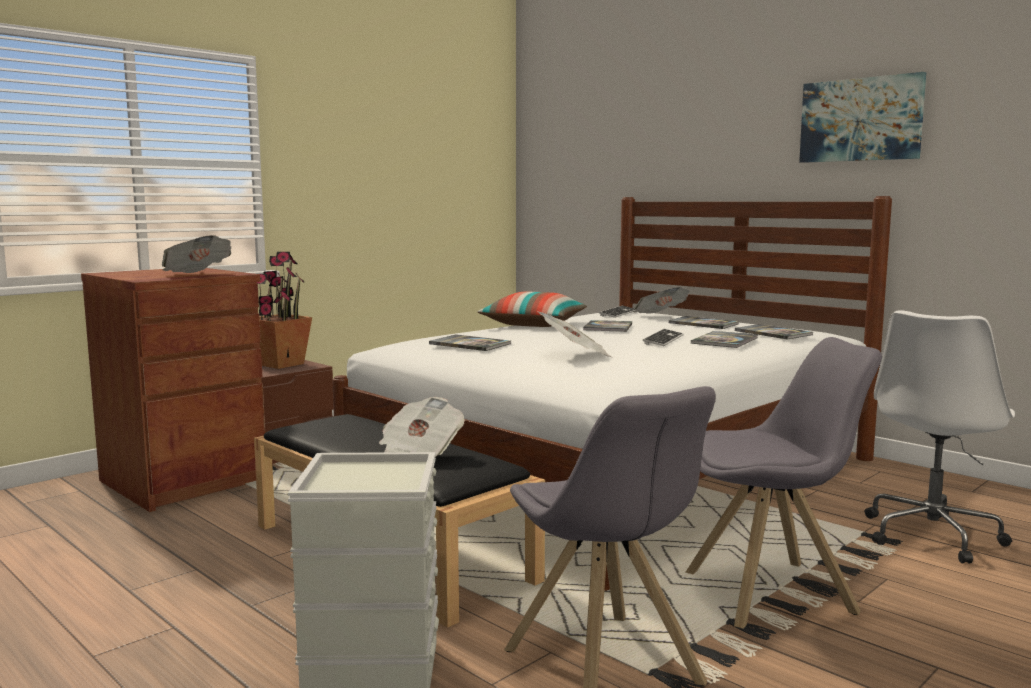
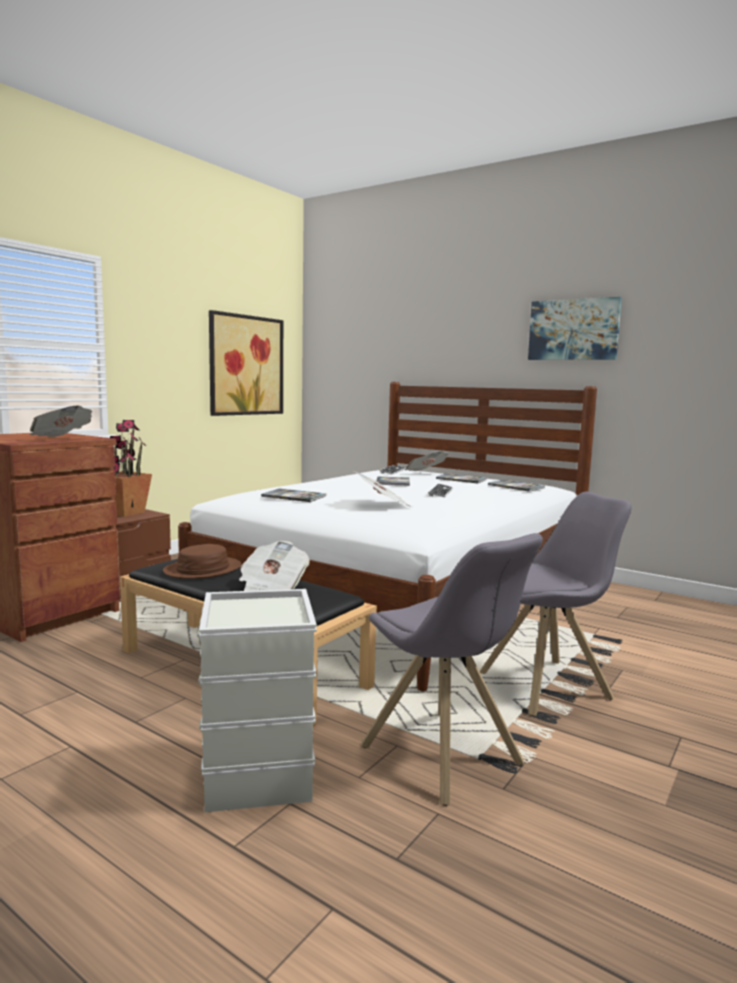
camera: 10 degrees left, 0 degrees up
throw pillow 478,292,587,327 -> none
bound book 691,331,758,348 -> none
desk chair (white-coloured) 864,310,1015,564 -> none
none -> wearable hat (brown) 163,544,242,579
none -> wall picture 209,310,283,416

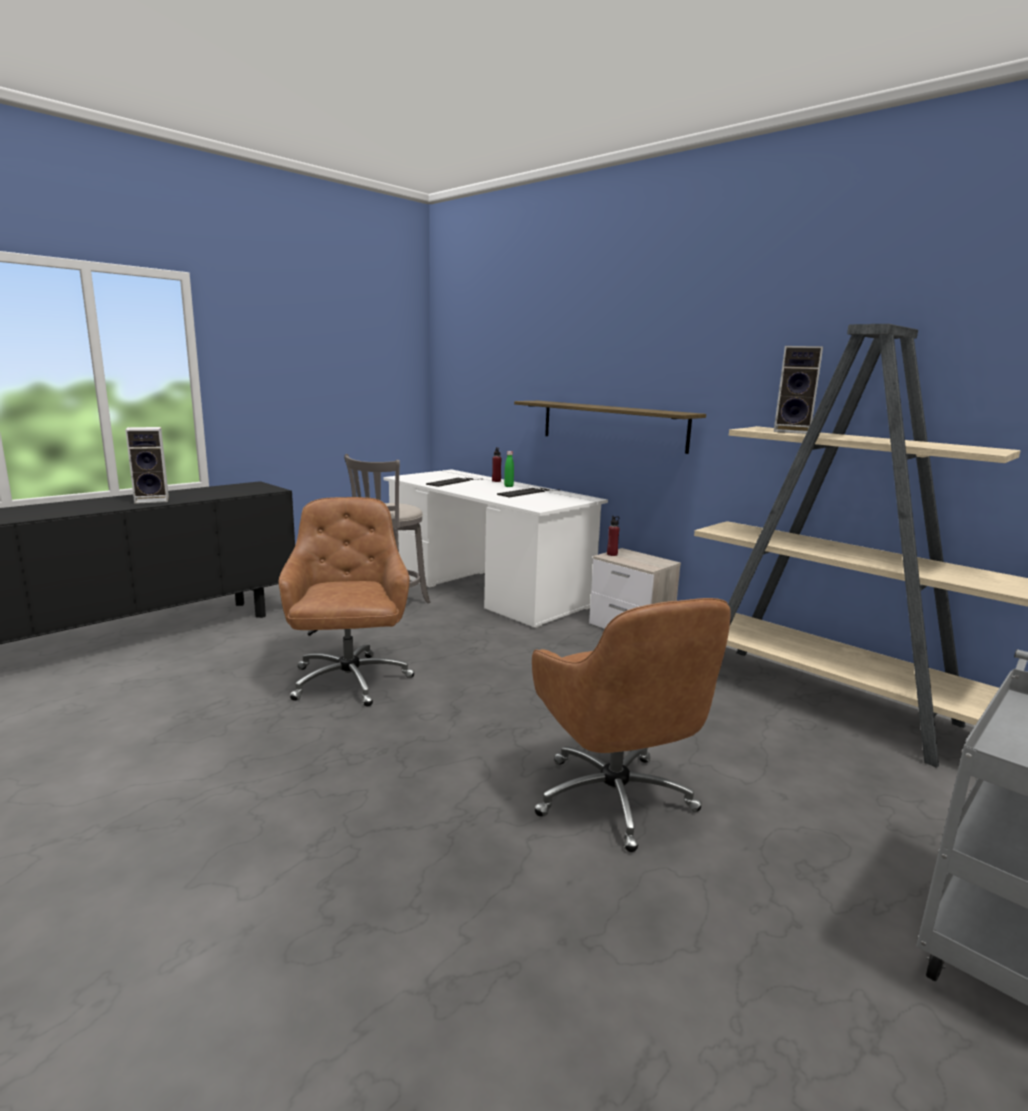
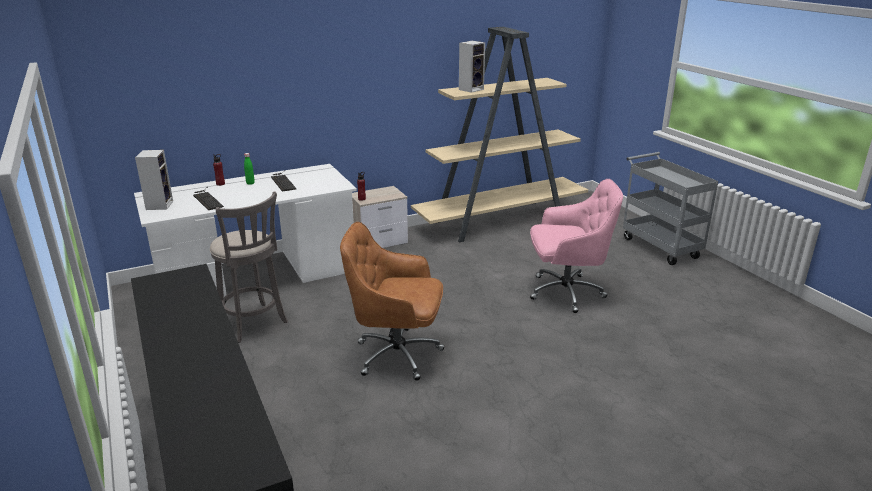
camera: 70 degrees left, 10 degrees up
bracket shelf 514,401,706,454 -> none
audio speaker 125,427,169,504 -> audio speaker 135,150,173,210, relocated
desk chair (brown) 532,598,731,852 -> desk chair (pink) 530,179,623,313

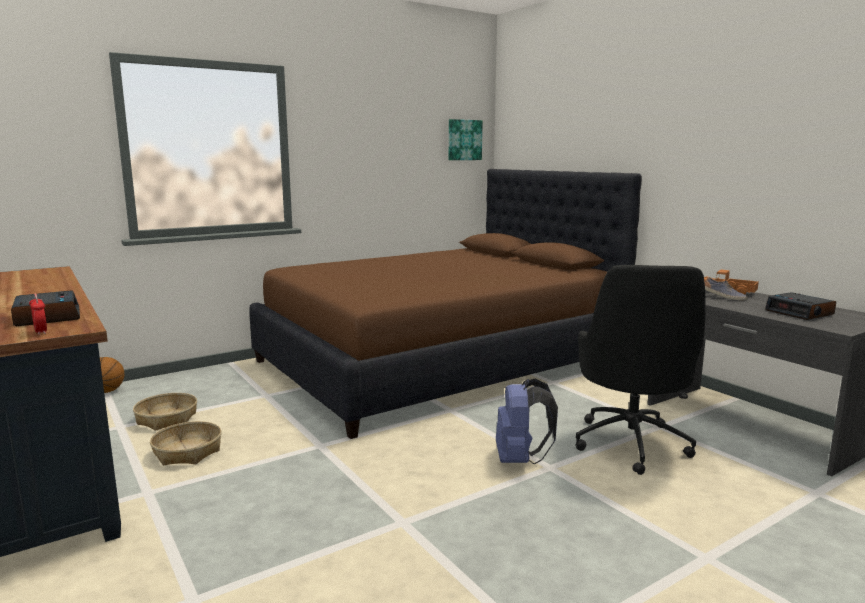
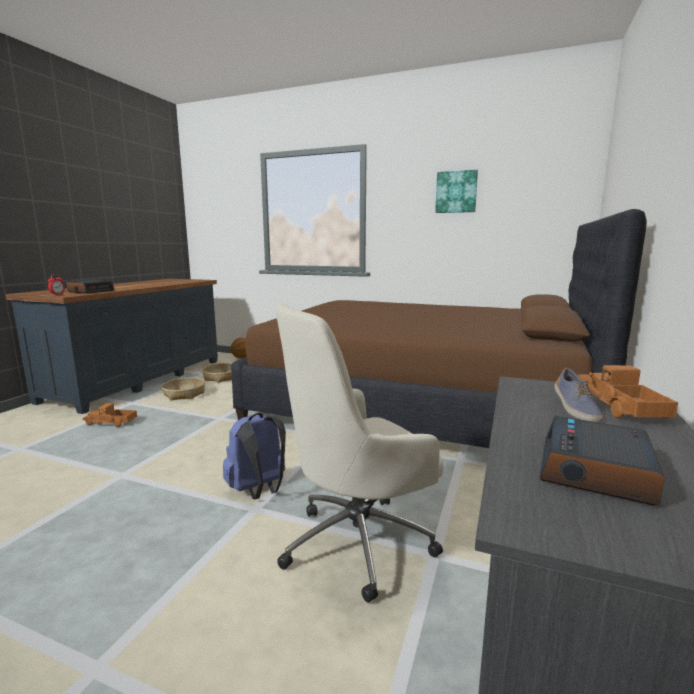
camera: 55 degrees right, 0 degrees up
none -> toy lorry 83,403,137,427
wall picture 449,119,483,160 -> wall picture 435,170,478,213, relocated
desk chair (blackish) 576,265,706,475 -> desk chair (beige) 275,304,444,603

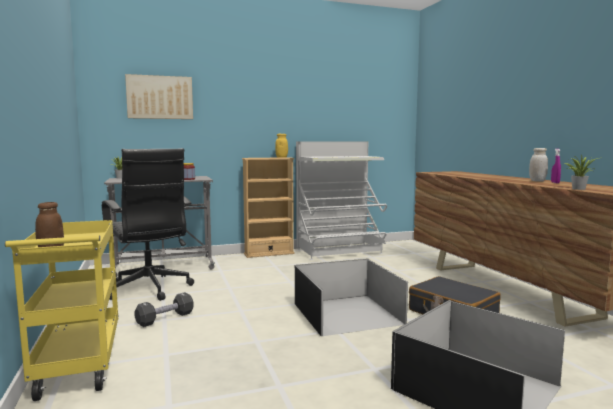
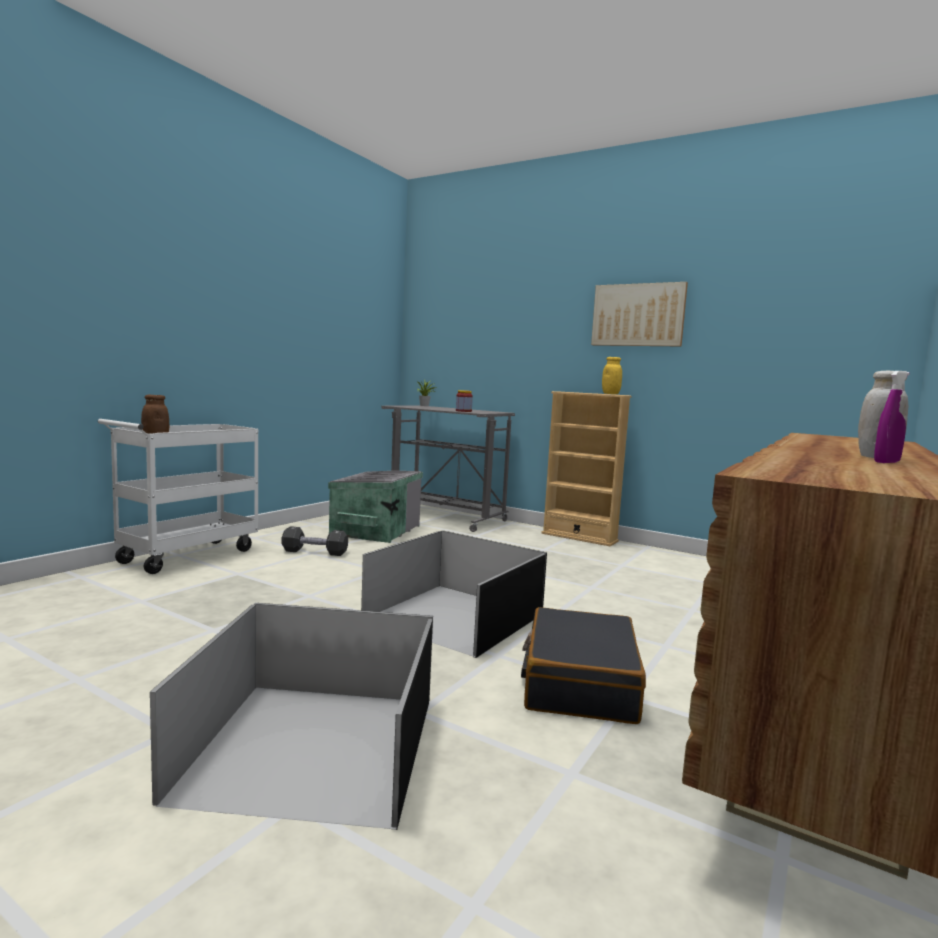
camera: 50 degrees right, 0 degrees up
shoe shelf (white-coloured) 296,142,387,260 -> none
houseplant 565,155,598,190 -> none
wall picture 125,74,193,119 -> wall picture 591,282,688,347, relocated
desk chair (blackish) 102,148,194,301 -> storage bin (greyish) 328,471,423,543
wheeled cart (yellow) 5,220,119,401 -> wheeled cart (white-coloured) 98,419,258,574

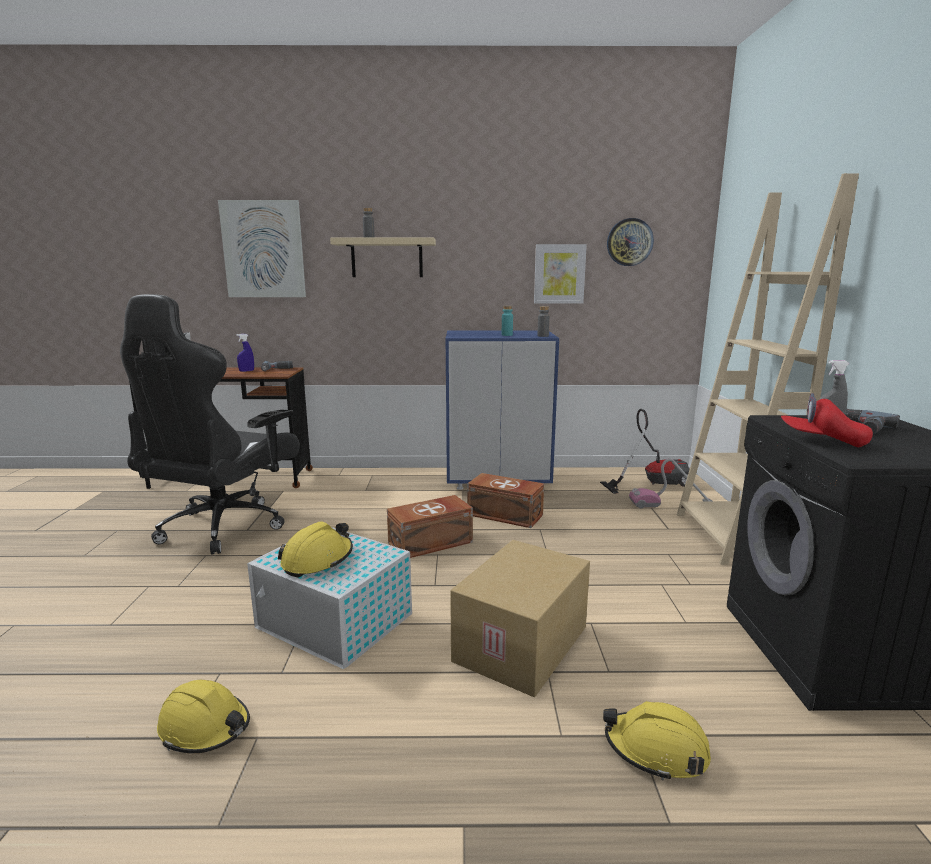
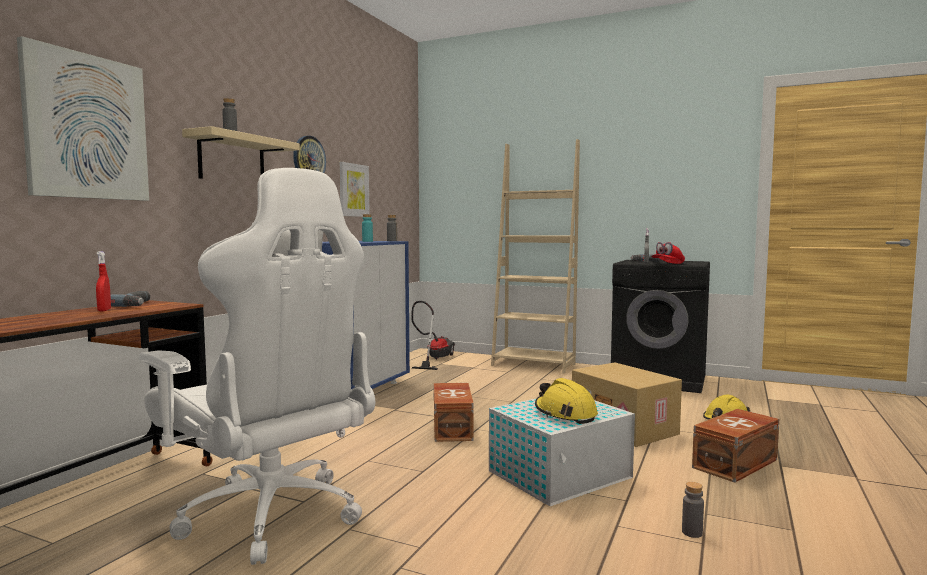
camera: 65 degrees left, 10 degrees down
vacuum 629,458,712,509 -> none
storage bin (brown) 467,473,544,528 -> storage bin (brown) 692,409,779,483, relocated
wall clock 607,218,654,266 -> wall clock 293,136,326,173, relocated
work helmet (yellow) 157,680,250,753 -> drink bottle (greyish) 682,482,704,538
desk chair (blackish) 120,294,300,554 -> desk chair (white-coloured) 139,168,375,565
sprayer (blue-coloured) 237,334,254,372 -> sprayer (red-coloured) 96,251,111,312

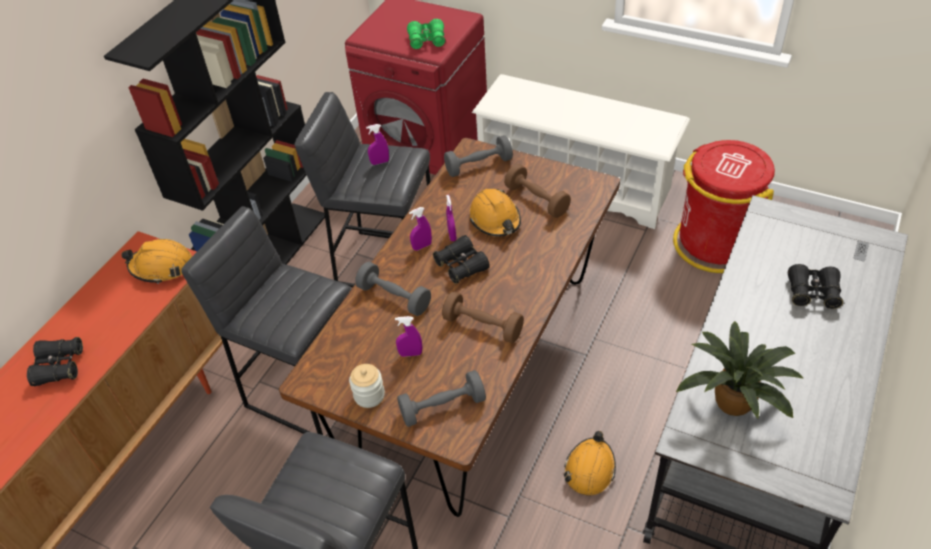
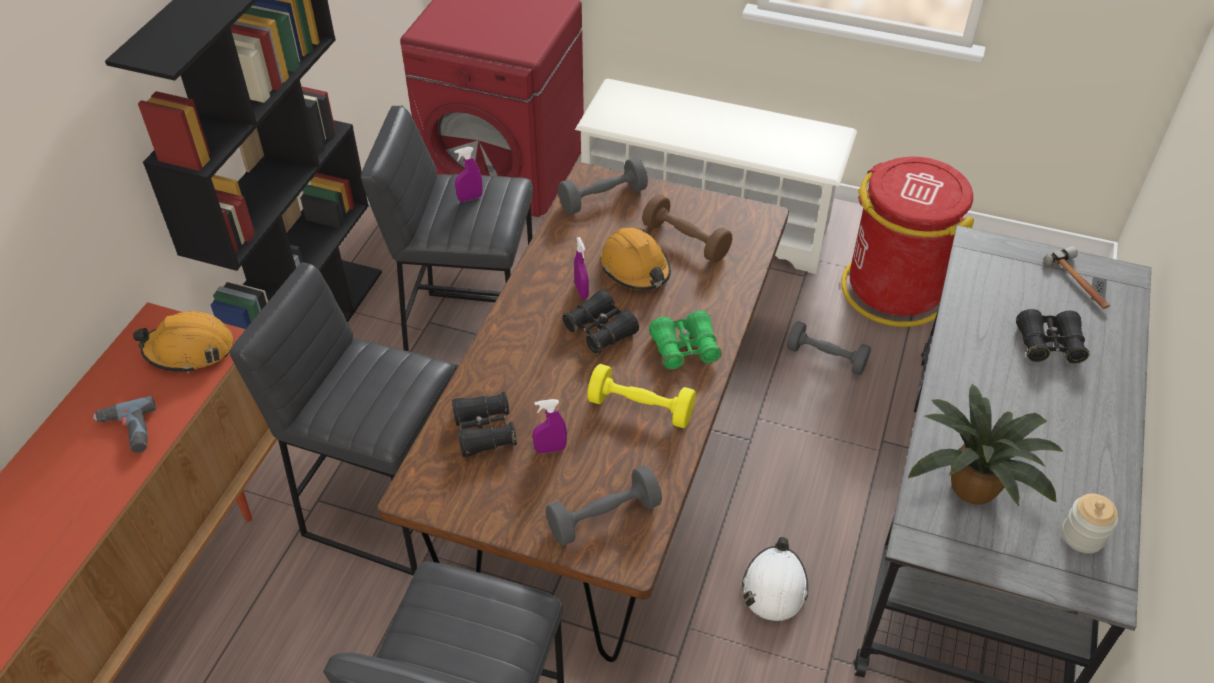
camera: 10 degrees left, 0 degrees up
sprayer (purple) 409,207,432,250 -> none
none -> electric drill 93,396,156,453
none -> hammer 1043,247,1110,309
binoculars (blackish) 27,337,83,386 -> binoculars (blackish) 452,391,517,457, relocated
storage jar 349,364,385,408 -> storage jar 1062,493,1118,553, relocated
dumbbell (greyish) 355,261,431,316 -> dumbbell (greyish) 787,321,871,375, relocated
binoculars (greenish) 407,19,445,49 -> binoculars (greenish) 649,311,722,370, relocated
dumbbell (brown) 442,291,524,343 -> dumbbell (yellow) 587,364,696,428
work helmet (orangey) 564,431,616,496 -> work helmet (white-coloured) 742,537,808,621

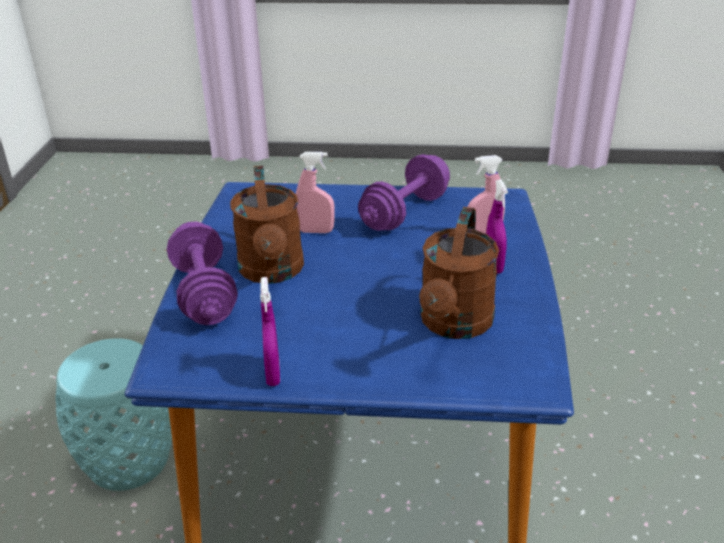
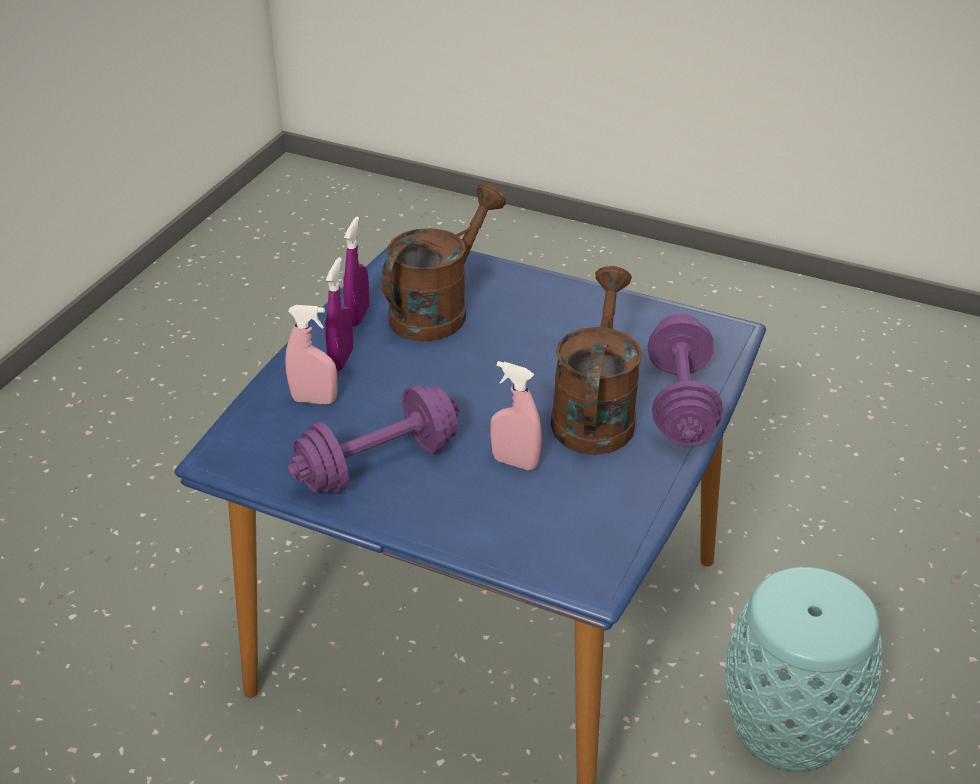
camera: 160 degrees left, 5 degrees up
sprayer (purple) 260,277,280,386 -> sprayer (purple) 343,217,369,326, relocated

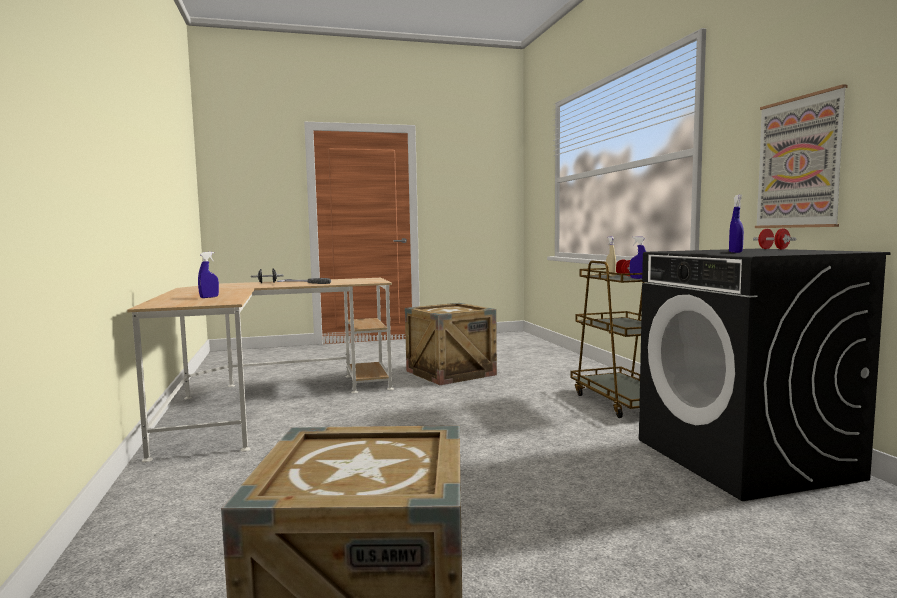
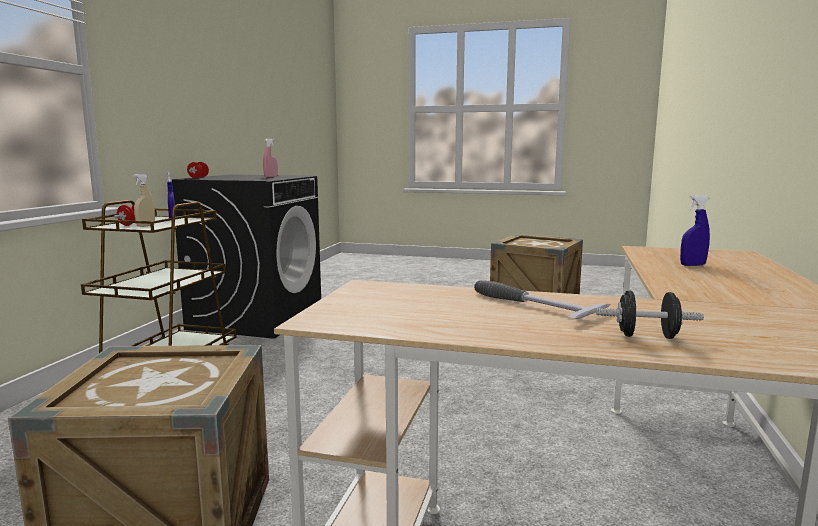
camera: 150 degrees left, 5 degrees up
wall picture 755,84,848,228 -> none
sprayer (blue-coloured) 729,194,744,253 -> sprayer (pink) 263,139,278,177

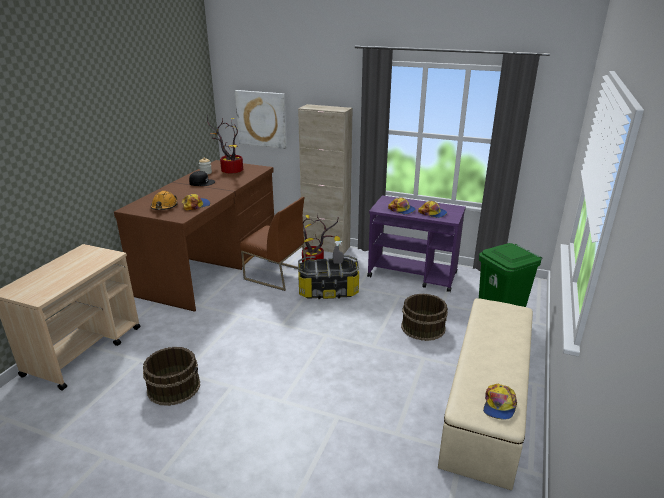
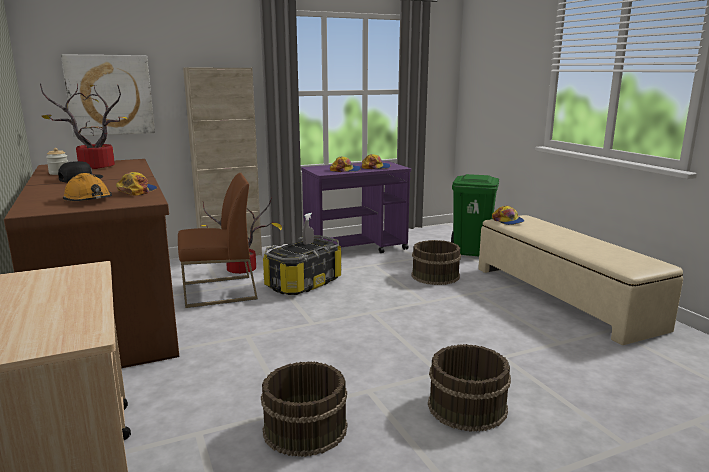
camera: 45 degrees left, 10 degrees down
none -> water bucket (brown) 428,344,511,432
peaked cap 483,384,517,420 -> peaked cap 492,206,524,225, relocated

